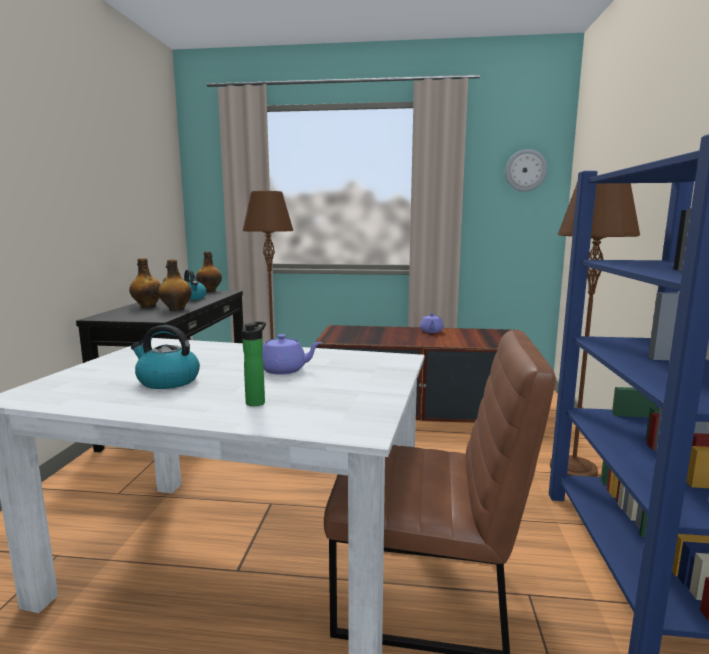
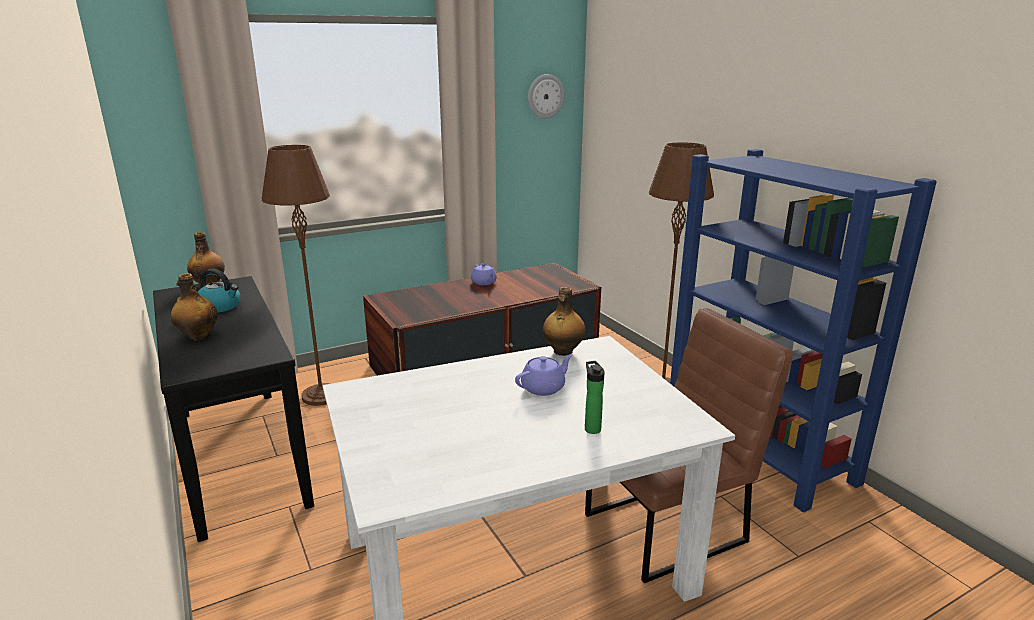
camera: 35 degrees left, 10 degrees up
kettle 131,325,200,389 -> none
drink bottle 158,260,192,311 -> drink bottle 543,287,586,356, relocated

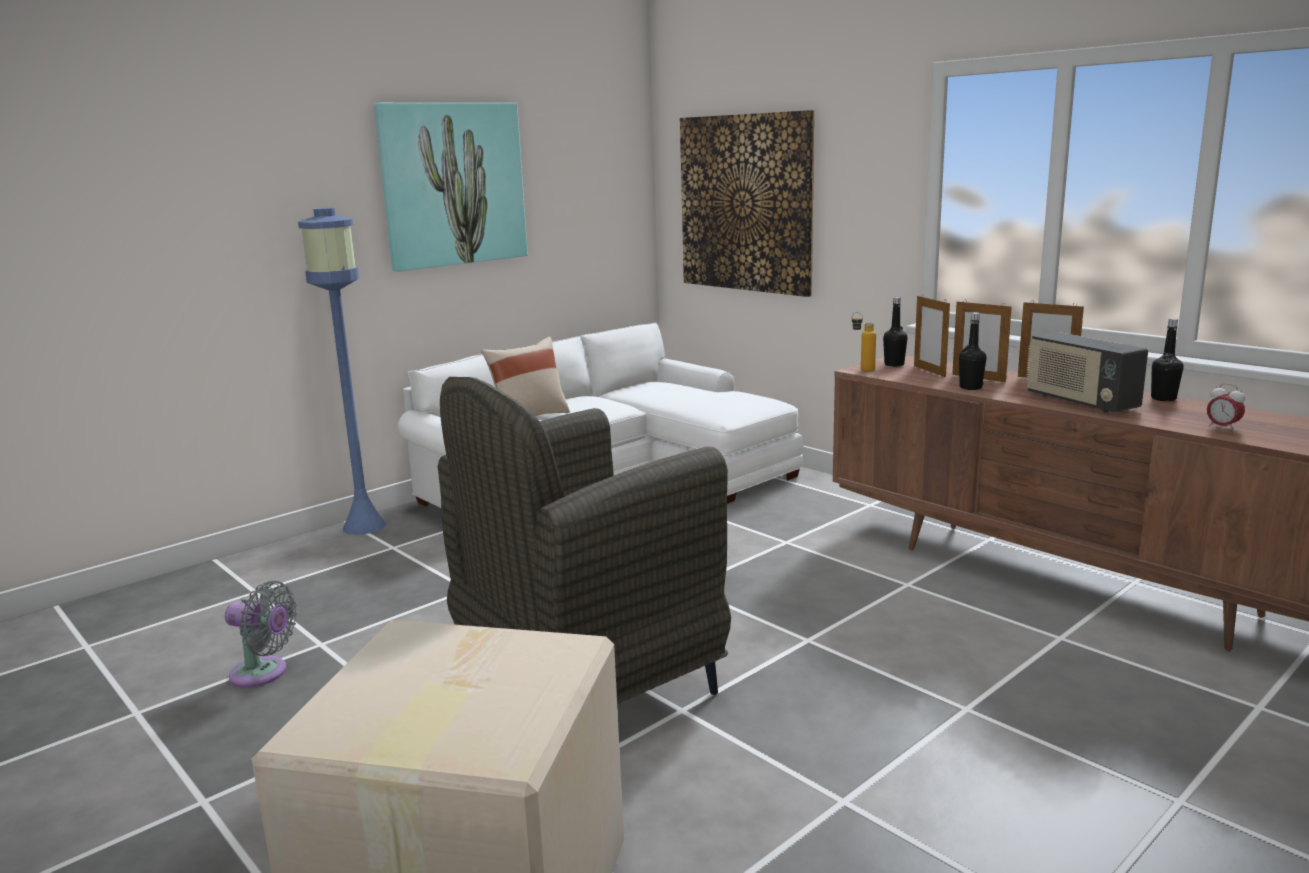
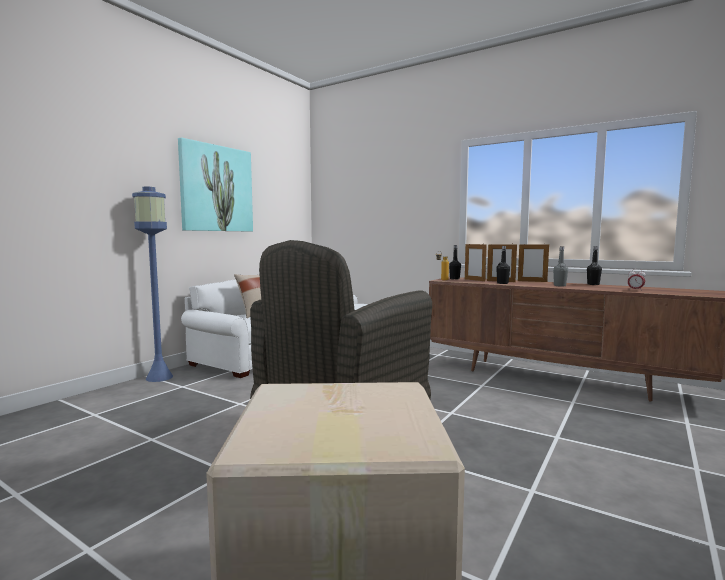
camera: 15 degrees left, 10 degrees down
cooling fan (greyish) 225,581,297,688 -> none
wall picture 680,110,814,297 -> none
radio set 1026,332,1148,413 -> drink bottle (greyish) 553,246,568,286

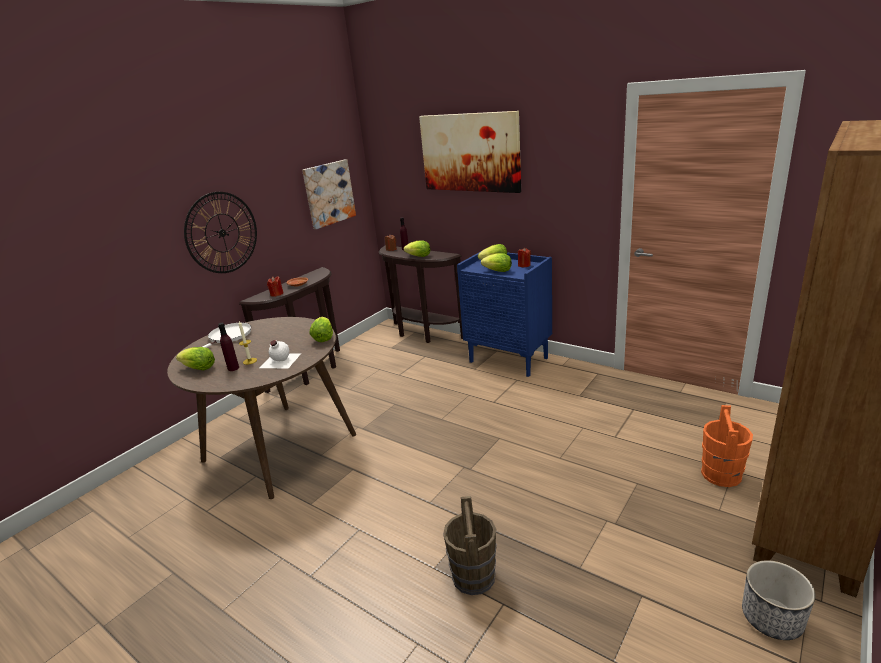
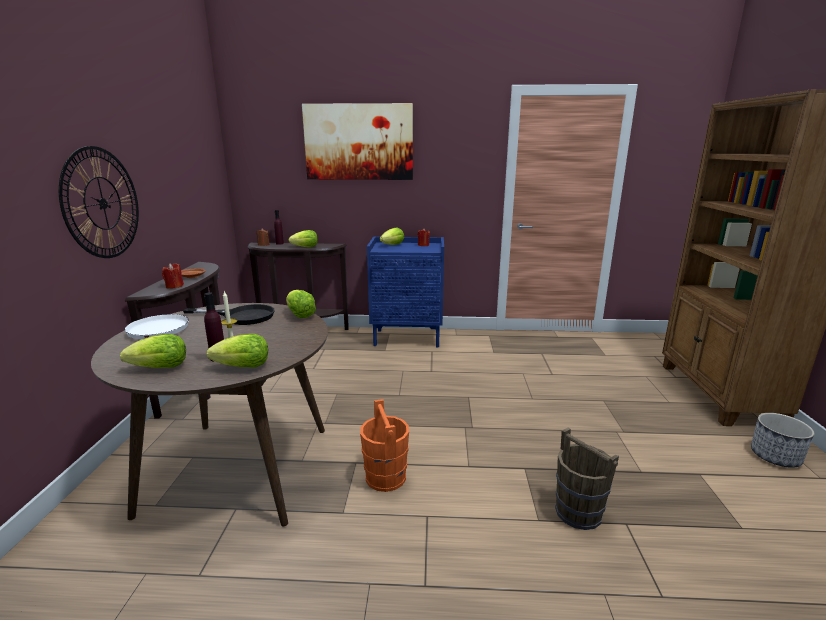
camera: 35 degrees left, 5 degrees down
drink bottle (white-coloured) 260,340,301,368 -> none
wall picture 302,160,356,229 -> none
none -> skillet (blackish) 183,304,275,325
lettuce 481,253,512,272 -> lettuce 207,334,268,367, relocated
water bucket (orangey) 701,405,753,487 -> water bucket (orangey) 360,399,409,492, relocated

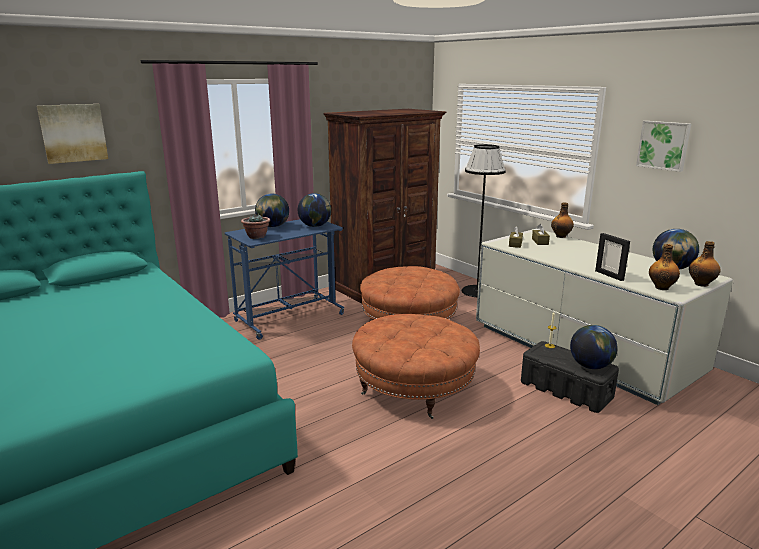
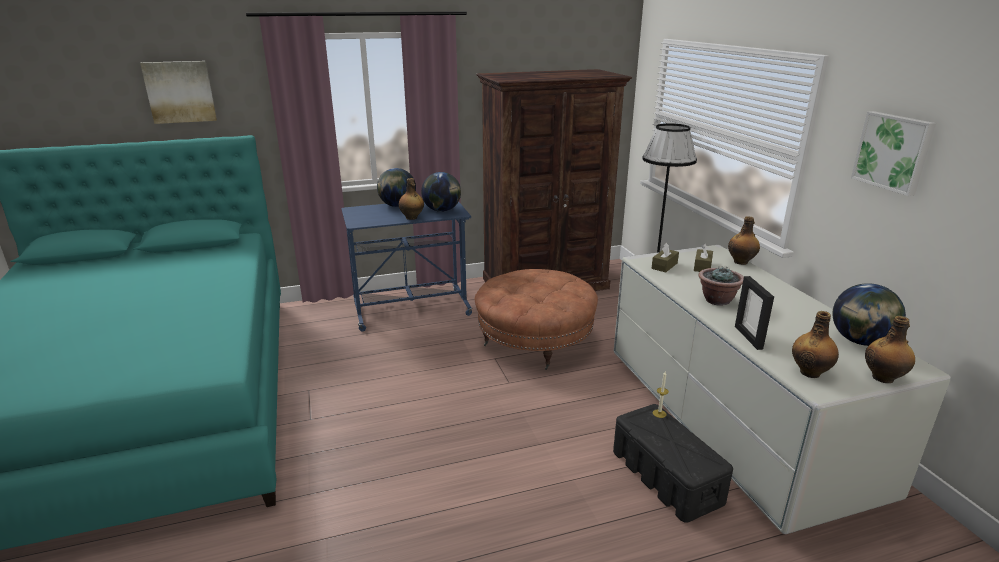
camera: 20 degrees right, 5 degrees up
pouffe (brown) 352,314,480,419 -> none
globe 570,325,618,369 -> none
none -> drink bottle 399,178,424,220
houseplant 241,214,270,239 -> houseplant 698,266,744,306, relocated

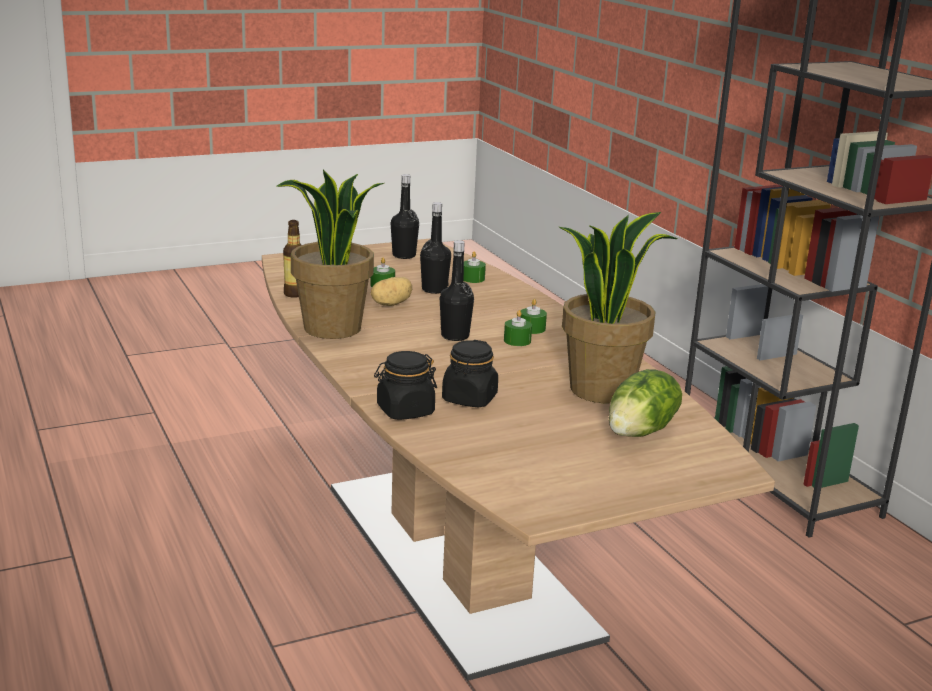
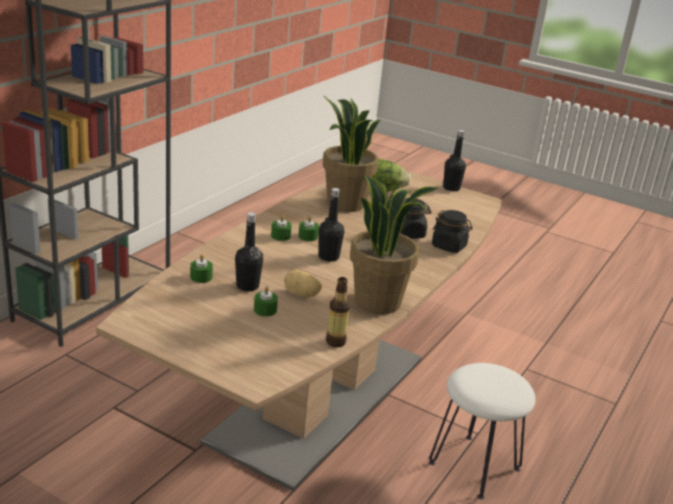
camera: 125 degrees left, 5 degrees up
none -> stool (white-coloured) 429,363,536,499
drink bottle (blackish) 391,174,419,259 -> drink bottle (blackish) 443,130,466,191, relocated

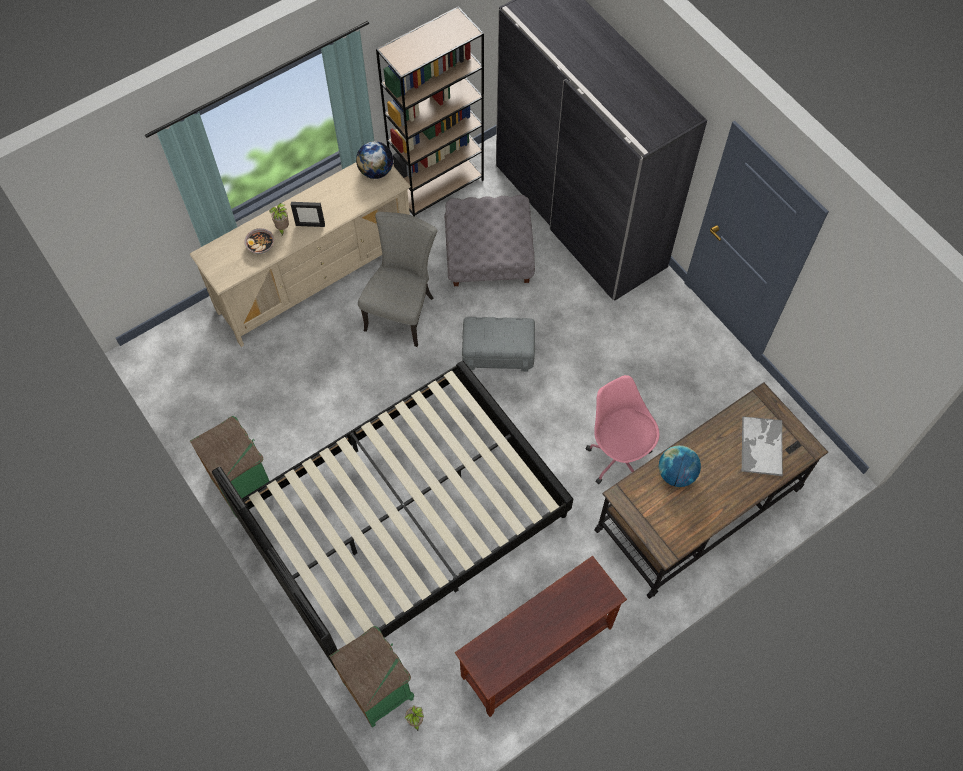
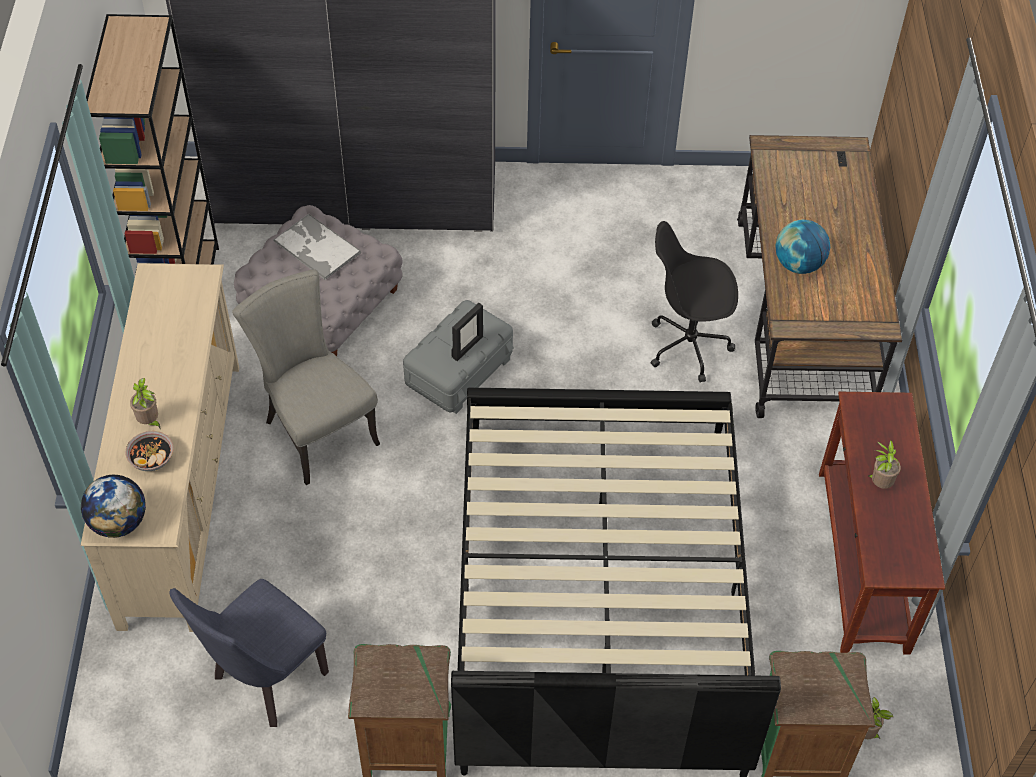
camera: 55 degrees left, 10 degrees down
none -> plain chair (blue-coloured) 169,579,329,727
none -> houseplant 867,440,901,489
picture frame 291,202,325,227 -> picture frame 451,303,483,361, relocated
globe 356,141,393,179 -> globe 81,475,146,538, relocated
tray 742,416,783,476 -> tray 273,213,361,281, relocated
desk chair (pink) 586,375,659,484 -> desk chair (blackish) 651,221,738,382

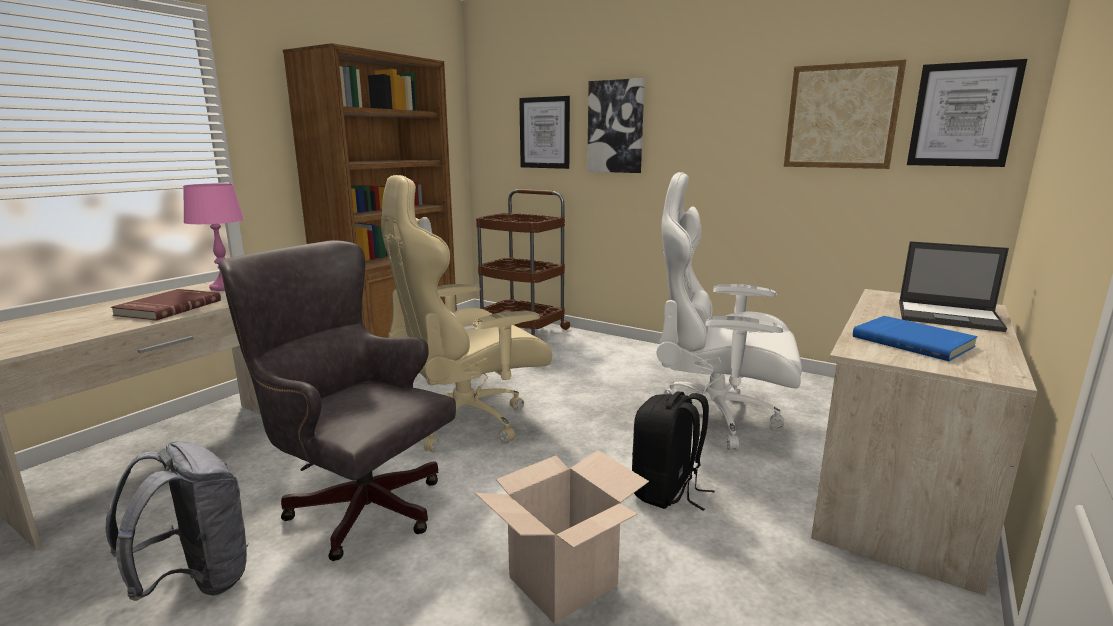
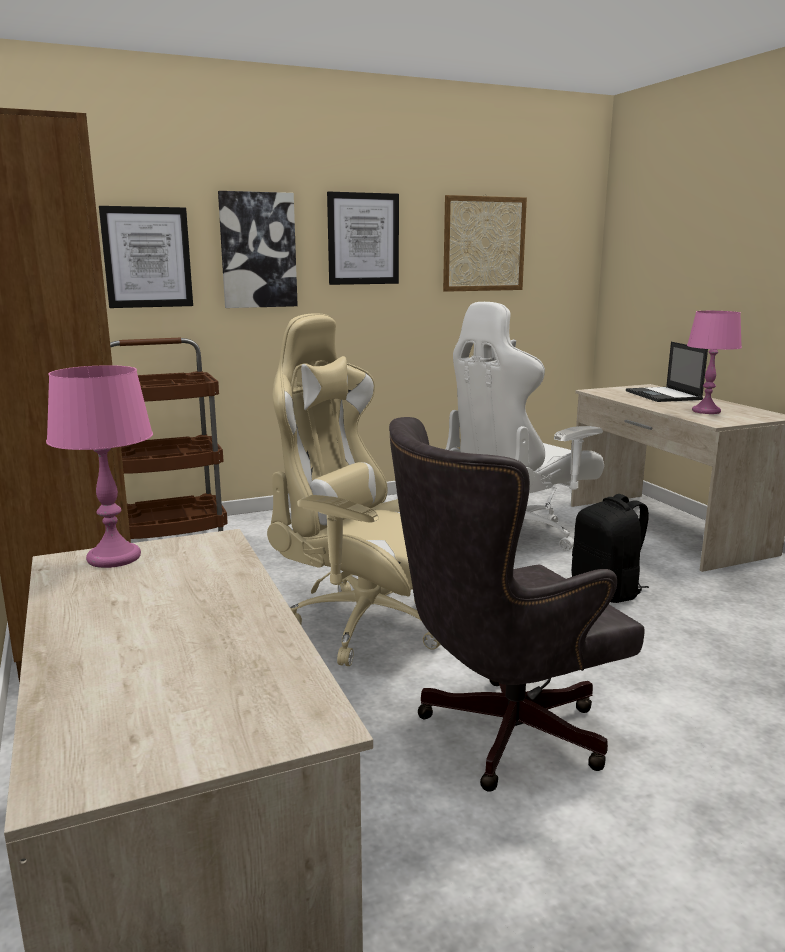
camera: 55 degrees left, 0 degrees up
knapsack (greyish) 105,441,249,601 -> none
bound book (red-coloured) 111,289,221,321 -> none
carton 475,450,649,624 -> none
wall picture 907,59,1027,167 -> wall picture 327,192,399,285, relocated
bound book (blue-coloured) 853,316,978,361 -> tabletop lamp (pink) 687,311,742,414
desk chair (beige) 381,175,552,452 -> desk chair (beige) 267,313,441,666, 120 degrees clockwise
portable computer 899,241,1009,332 -> portable computer 626,342,708,402, 105 degrees clockwise

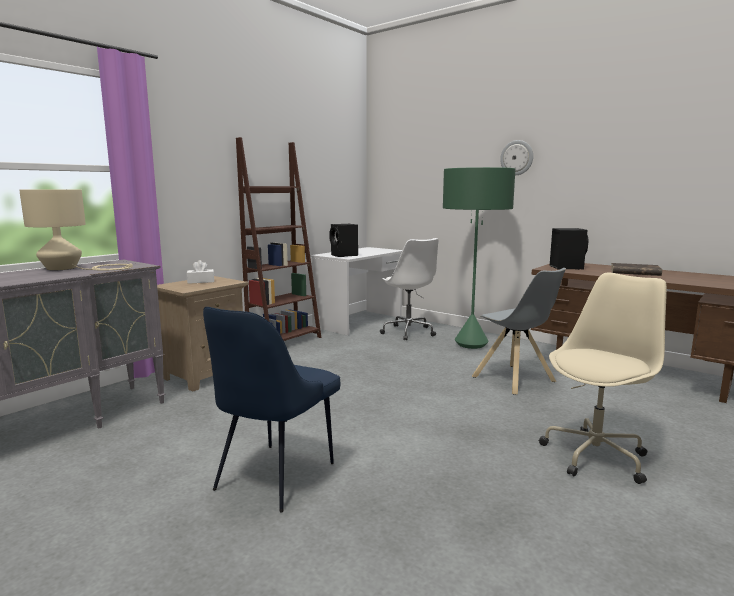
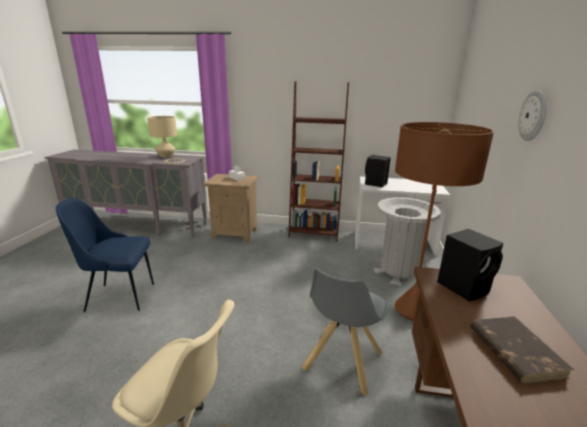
camera: 60 degrees right, 10 degrees up
desk chair (white-coloured) 380,238,439,340 -> waste bin (greyish) 373,197,441,286
floor lamp (greenish) 443,167,515,349 -> floor lamp (brown) 395,122,494,321

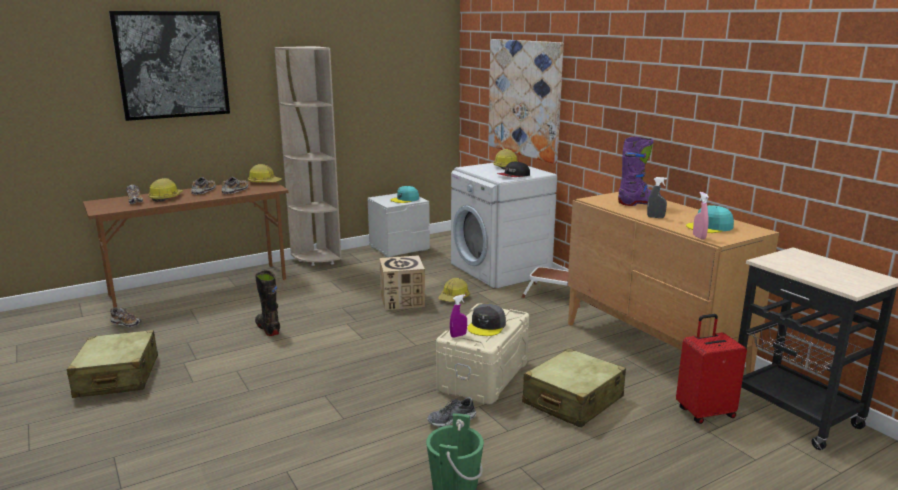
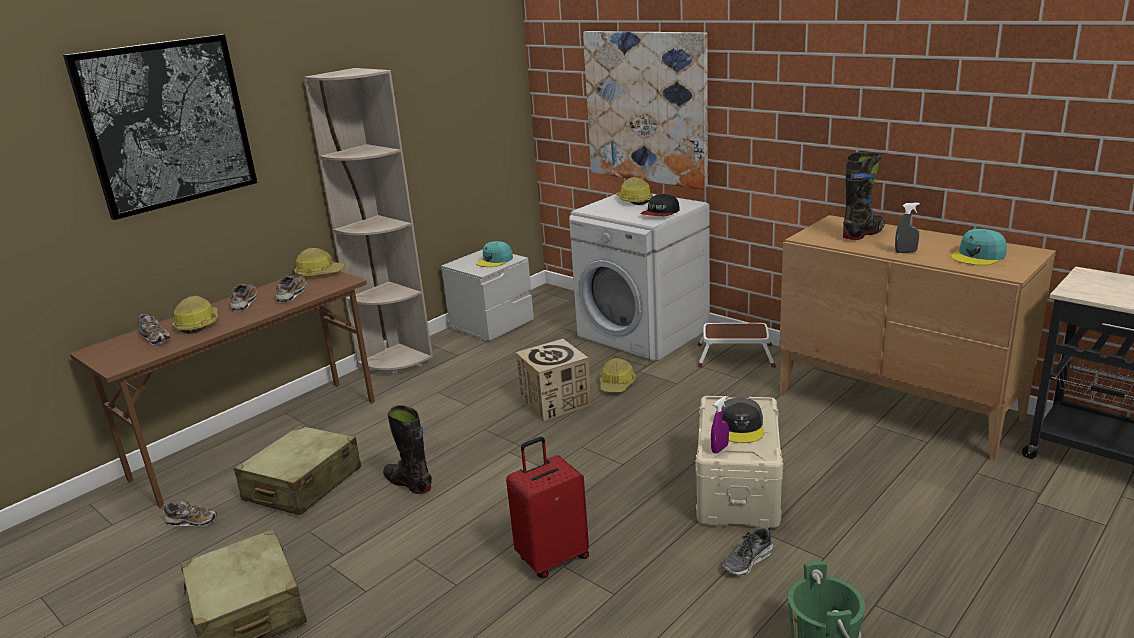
camera: 15 degrees left, 5 degrees up
sprayer (pink) 693,192,709,240 -> none
travel case (beige) 522,348,626,428 -> travel case (beige) 234,425,362,515, relocated
travel case (red-coloured) 676,314,747,424 -> travel case (red-coloured) 506,437,589,578, relocated
high-top boot (purple) 618,136,661,206 -> high-top boot (blackish) 843,152,885,240

